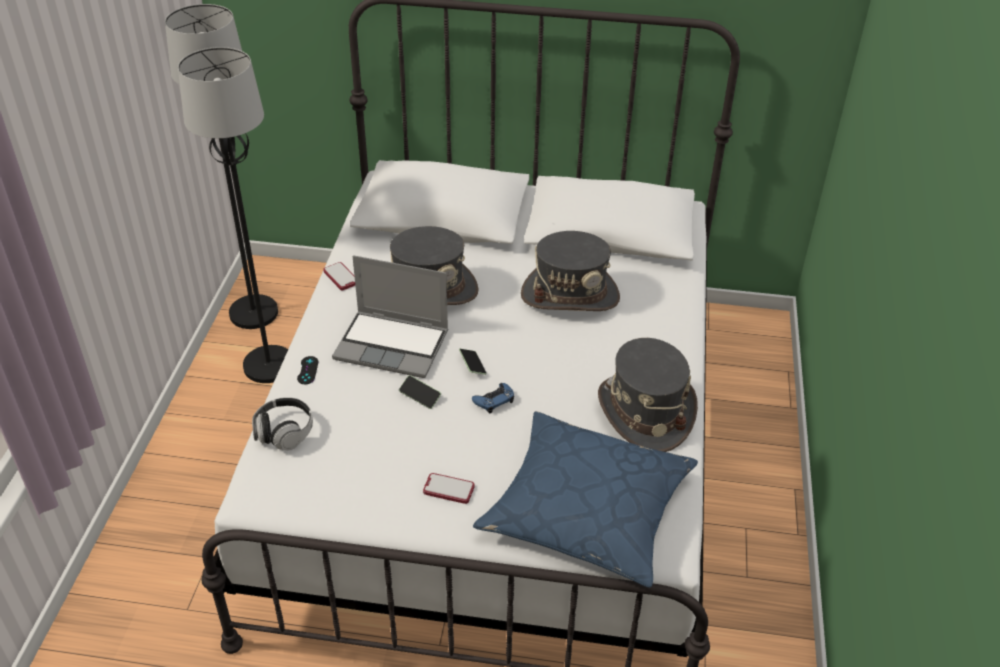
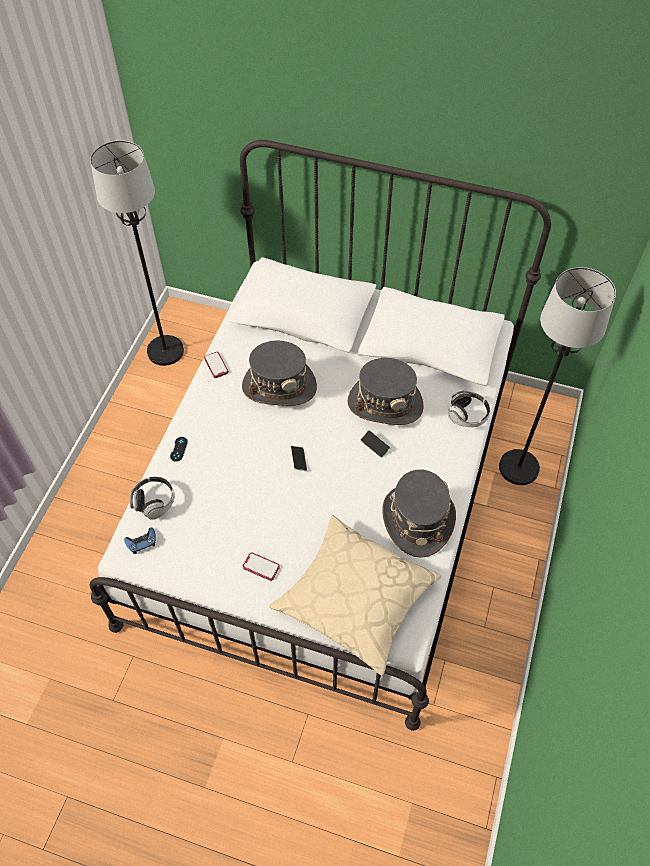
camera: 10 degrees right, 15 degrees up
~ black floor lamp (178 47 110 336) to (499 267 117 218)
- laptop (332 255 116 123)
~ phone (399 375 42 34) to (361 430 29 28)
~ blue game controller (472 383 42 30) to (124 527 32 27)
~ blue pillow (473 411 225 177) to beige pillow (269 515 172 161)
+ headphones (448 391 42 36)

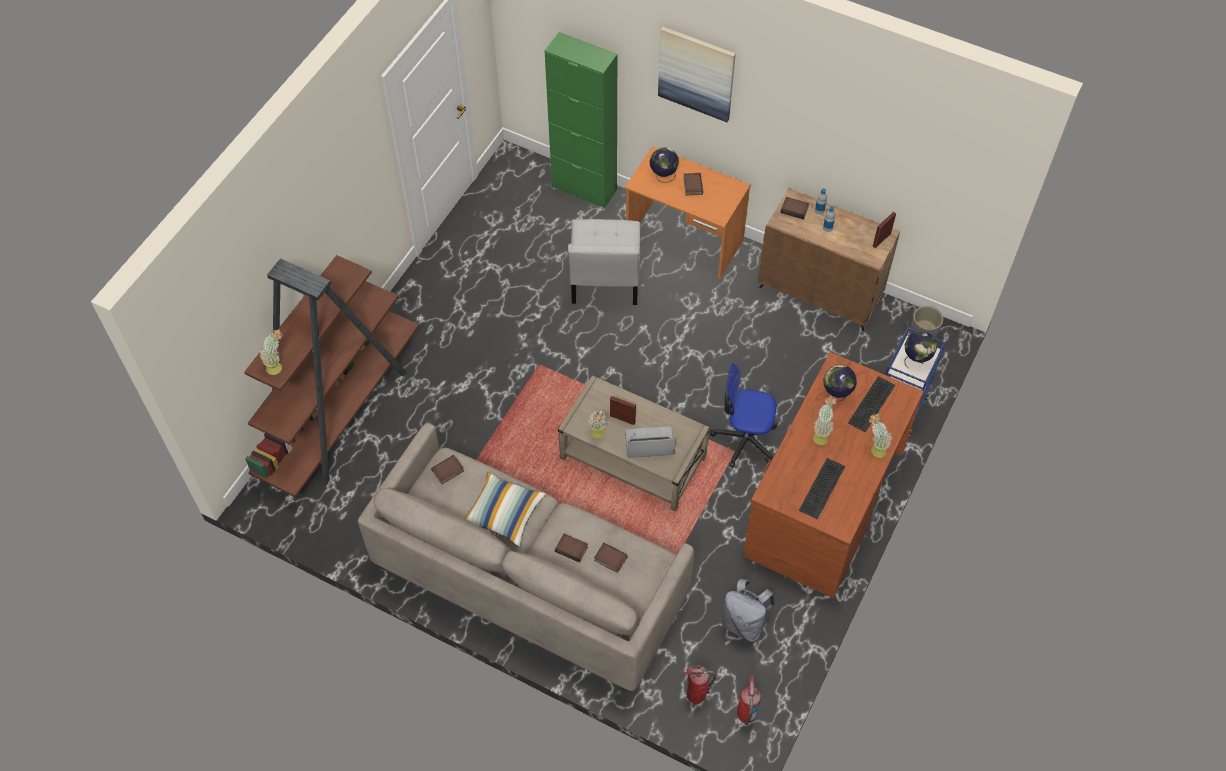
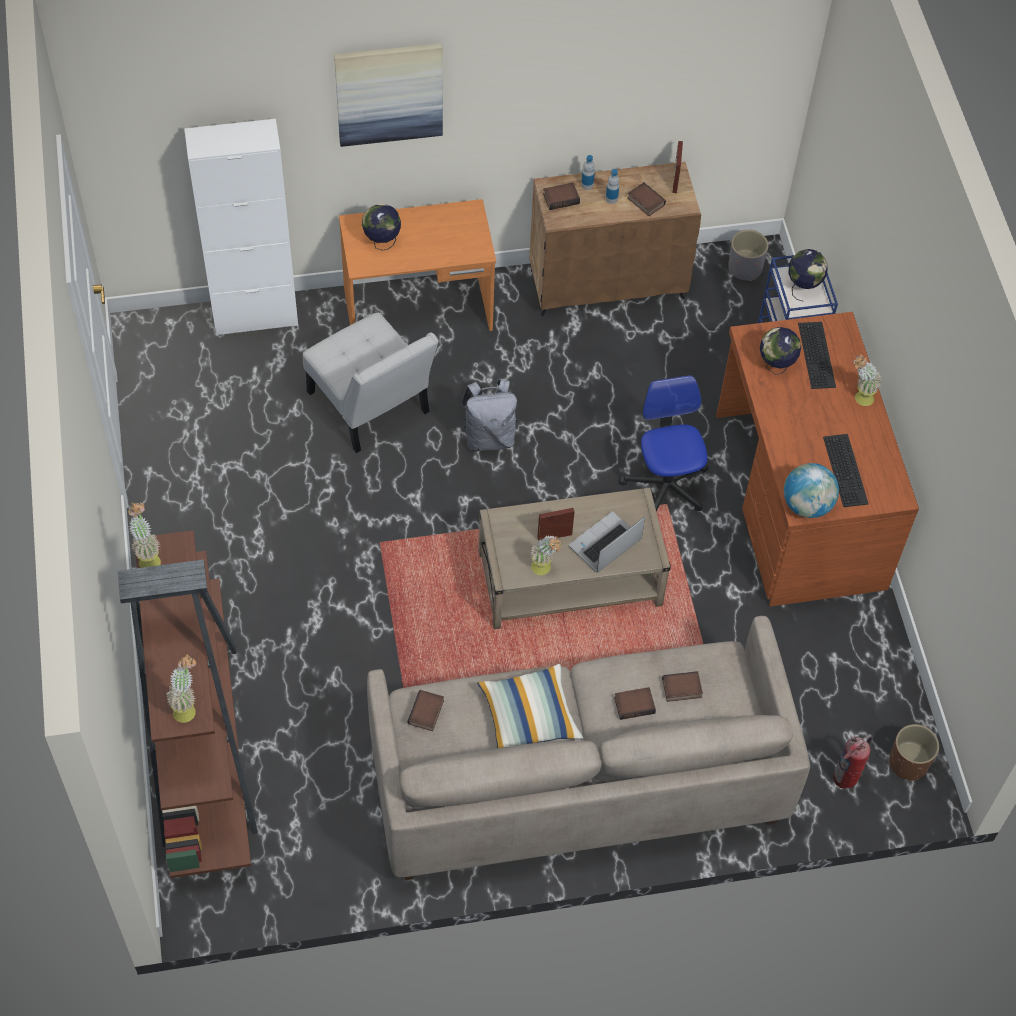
camera: 40 degrees left, 0 degrees up
~ green cabinet (545 32 72 176) to white cabinet (184 119 114 217)
~ book (683 173 20 23) to (627 182 39 34)
~ office chair (710 363 67 105) = (619 375 89 136) 105 degrees clockwise
~ potted plant (813 395 24 50) to (129 503 32 65)
~ grey backpack (722 579 54 63) to (461 379 57 73)
~ fire extinguisher (737 676 24 49) to brown planter (889 724 50 57)
+ globe (784 463 55 55)

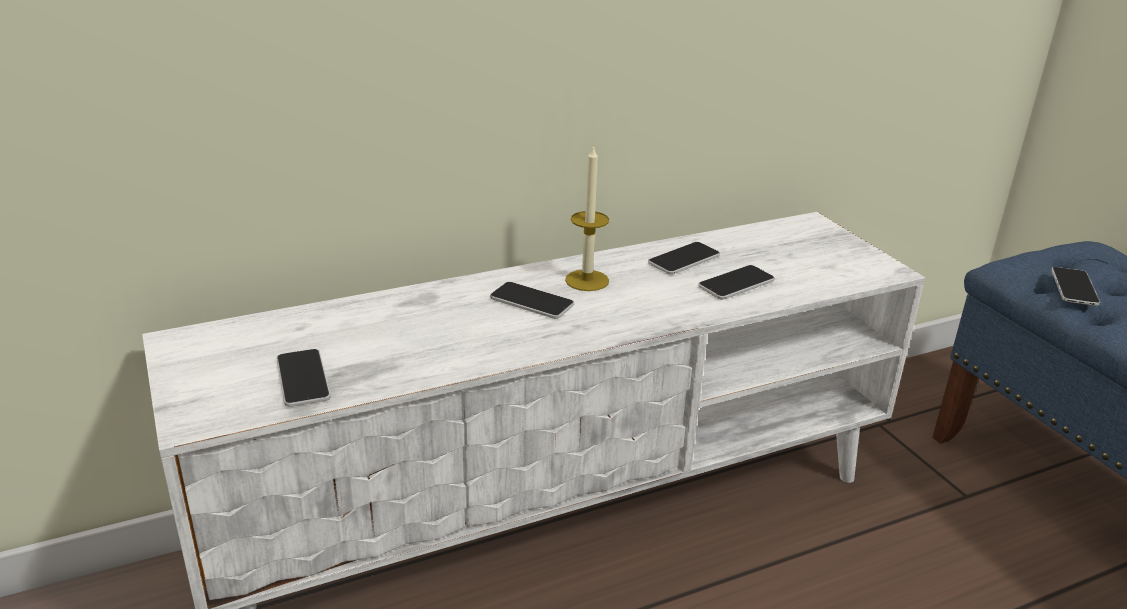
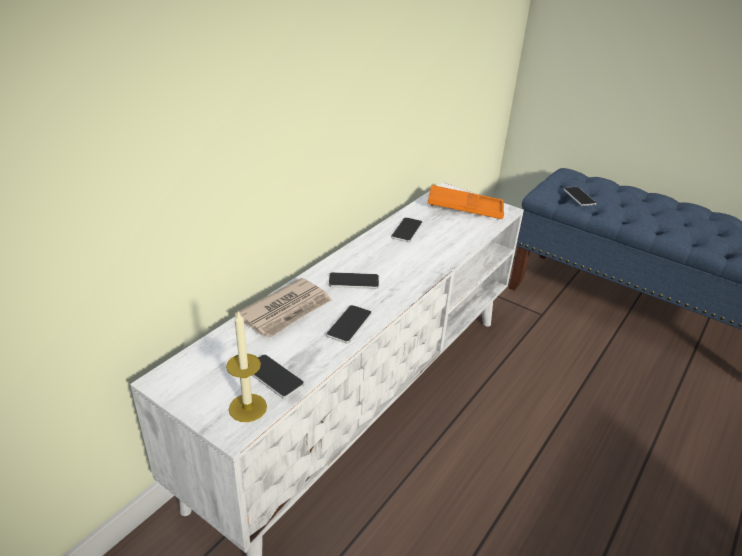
camera: 30 degrees left, 5 degrees up
~ candle (565 144 44 147) to (226 310 41 112)
~ phone (698 265 77 34) to (326 305 46 38)
+ orange tray (428 185 76 34)
+ newspaper (235 278 97 60)

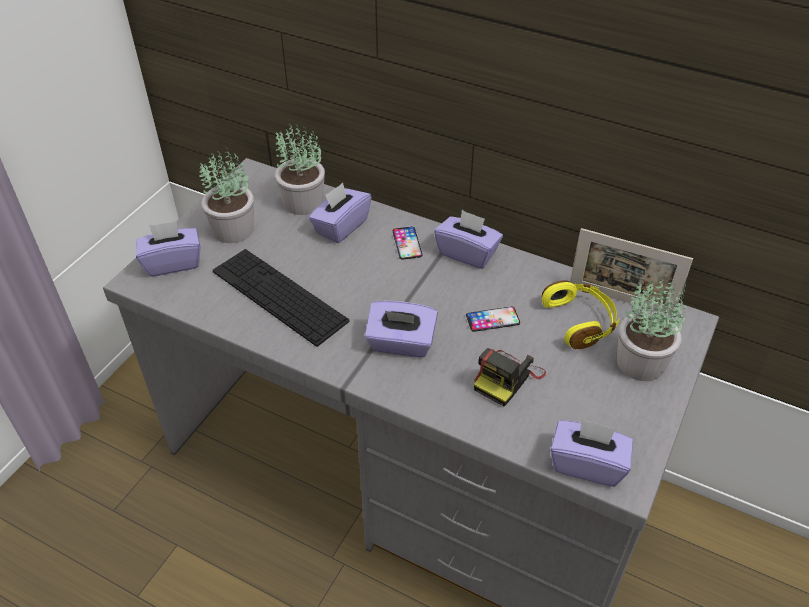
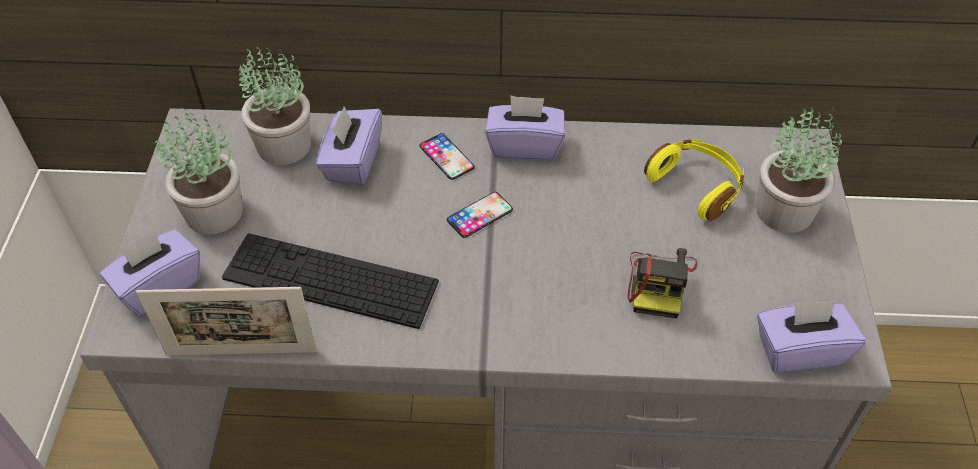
camera: 25 degrees left, 5 degrees up
~ picture frame (570 228 123 87) to (136 287 181 68)
- purple tissue box (365 301 73 56)
~ phone (466 307 54 25) to (447 192 66 46)

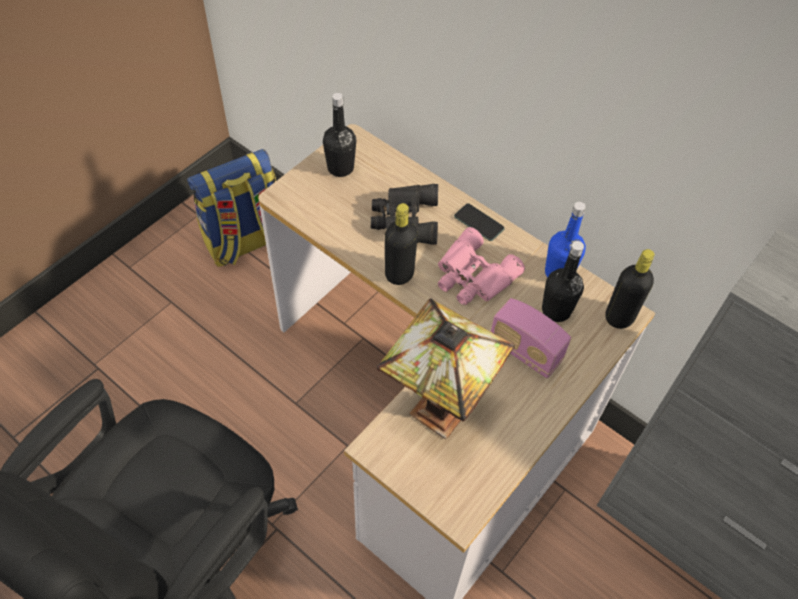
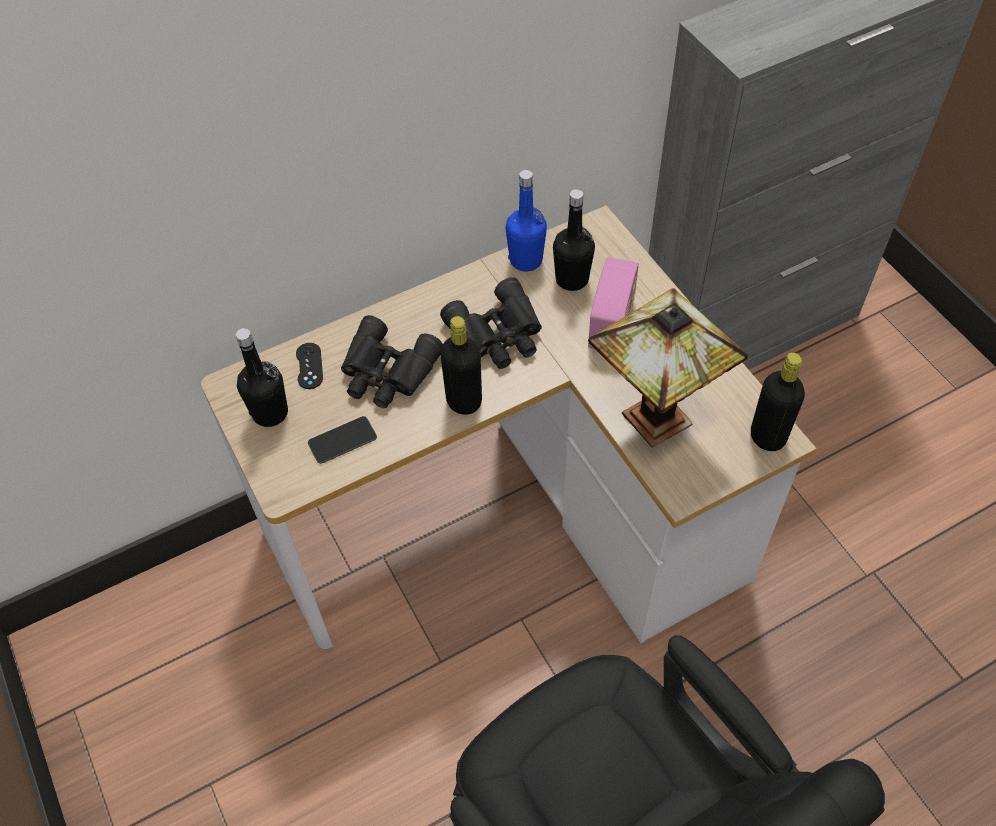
camera: 65 degrees left, 0 degrees up
- backpack (187 149 89 118)
~ phone (454 203 51 38) to (308 416 69 48)
~ pink binoculars (438 227 87 78) to black binoculars (440 277 102 92)
~ black bottle (605 249 49 80) to (751 353 54 98)
~ radio (491 298 80 80) = (588 257 51 92) 45 degrees counterclockwise
+ black game controller (296 343 27 46)

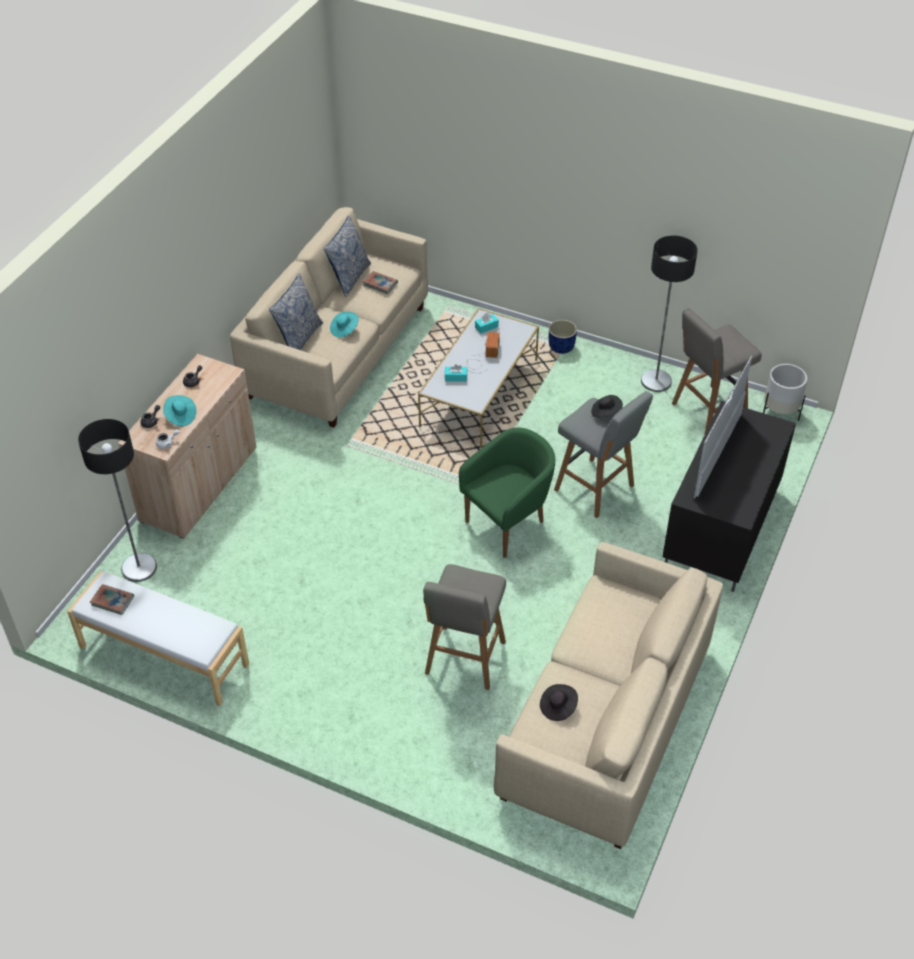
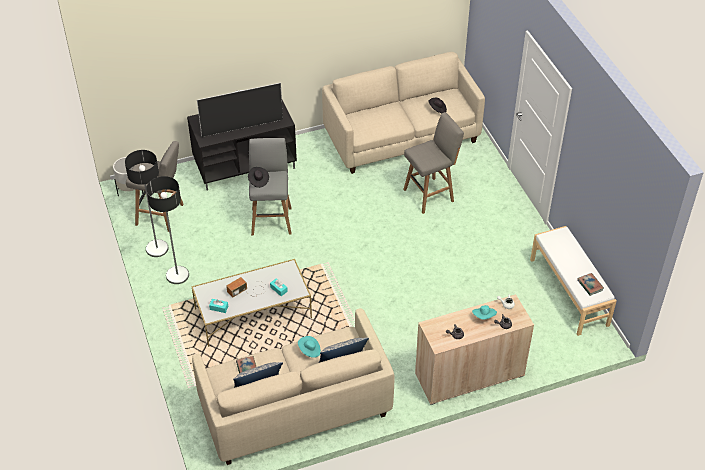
camera: 135 degrees left, 0 degrees up
- blue planter (549 320 28 34)
~ floor lamp (78 419 79 163) to (146 176 43 108)
- green armchair (459 428 96 130)

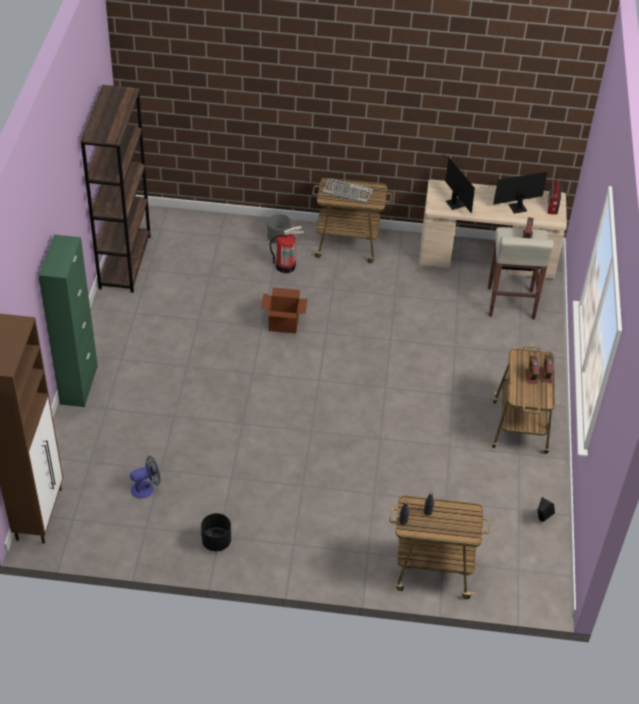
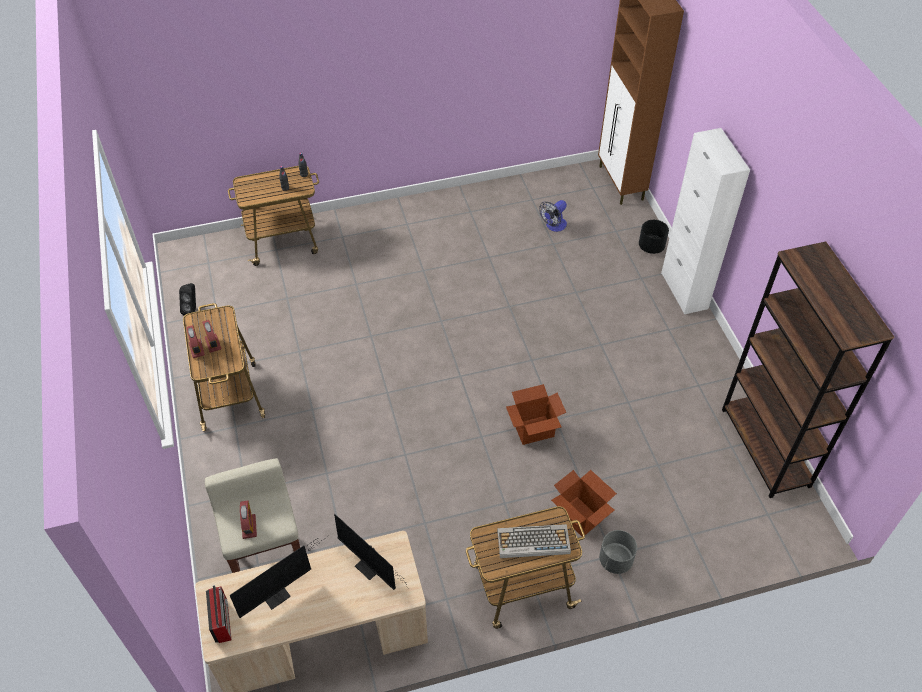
camera: 160 degrees right, 5 degrees up
~ fire extinguisher (270 226 34 47) to cardboard box (551 470 66 67)
~ green cabinet (38 235 60 172) to white cabinet (661 128 89 186)
~ black planter (201 513 30 38) to (639 220 30 34)

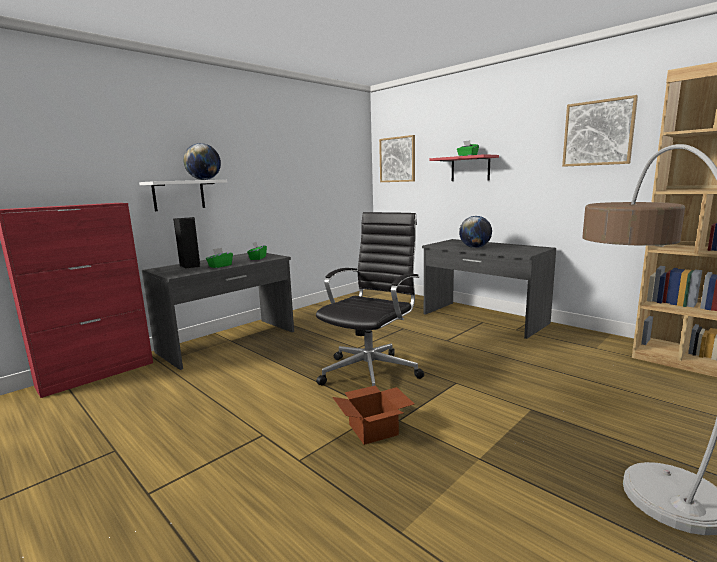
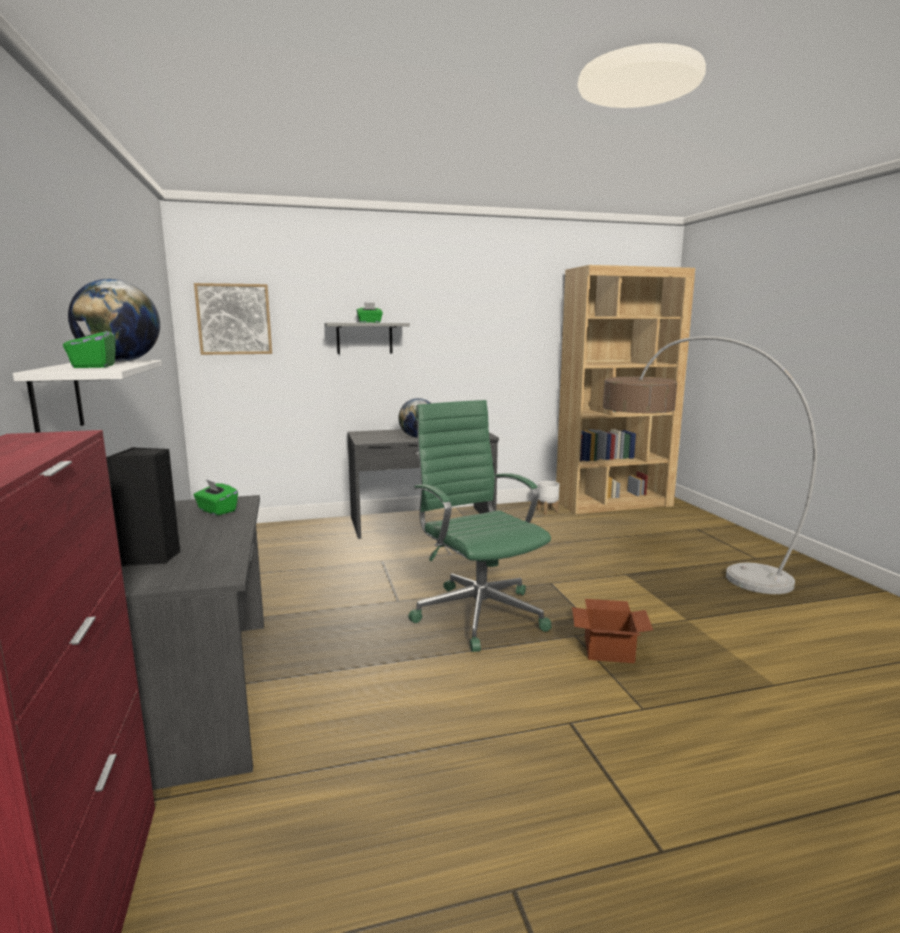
camera: 60 degrees left, 0 degrees up
- picture (562 95 76 72)
~ red shelf (429 154 70 27) to grey shelf (324 323 86 31)
~ black office chair (316 212 108 174) to green office chair (408 400 143 252)
~ green tissue box (206 248 27 20) to (63 321 53 47)
+ white planter (537 481 22 33)

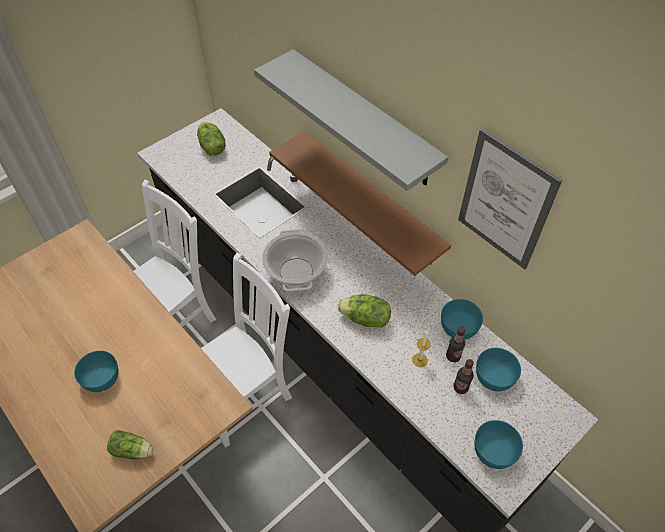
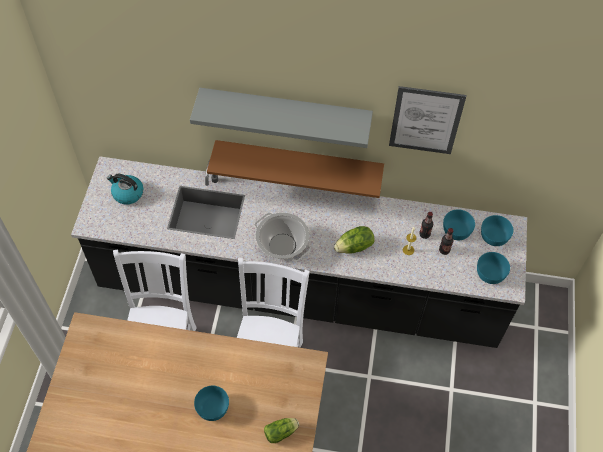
camera: 40 degrees left, 5 degrees up
~ lettuce (197 122 29 34) to kettle (107 174 36 30)
~ turquoise bowl (441 299 42 41) to (481 215 32 31)

